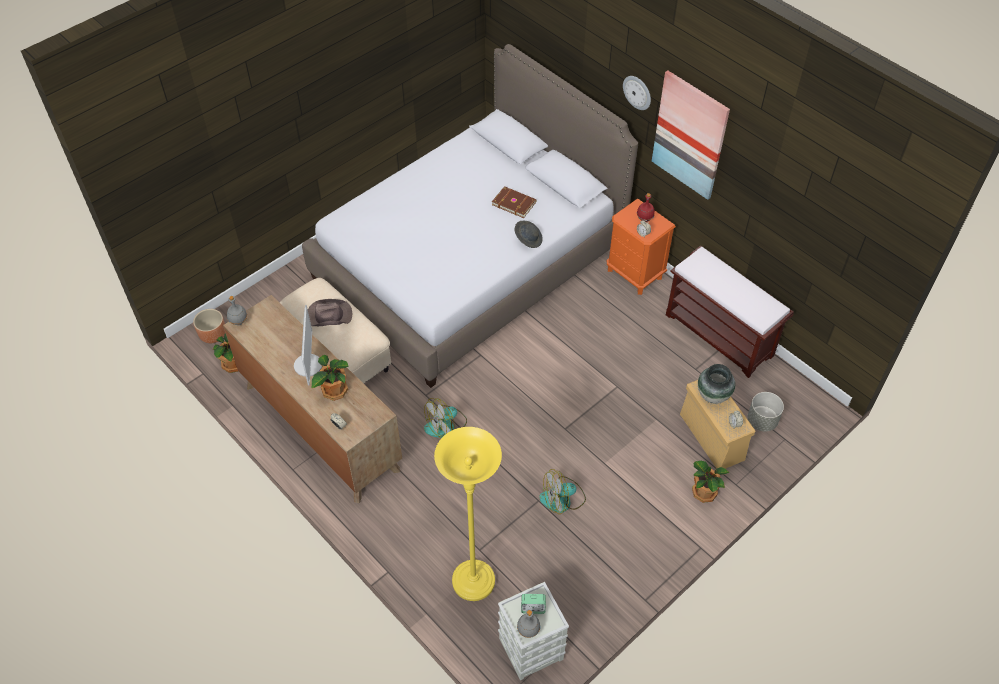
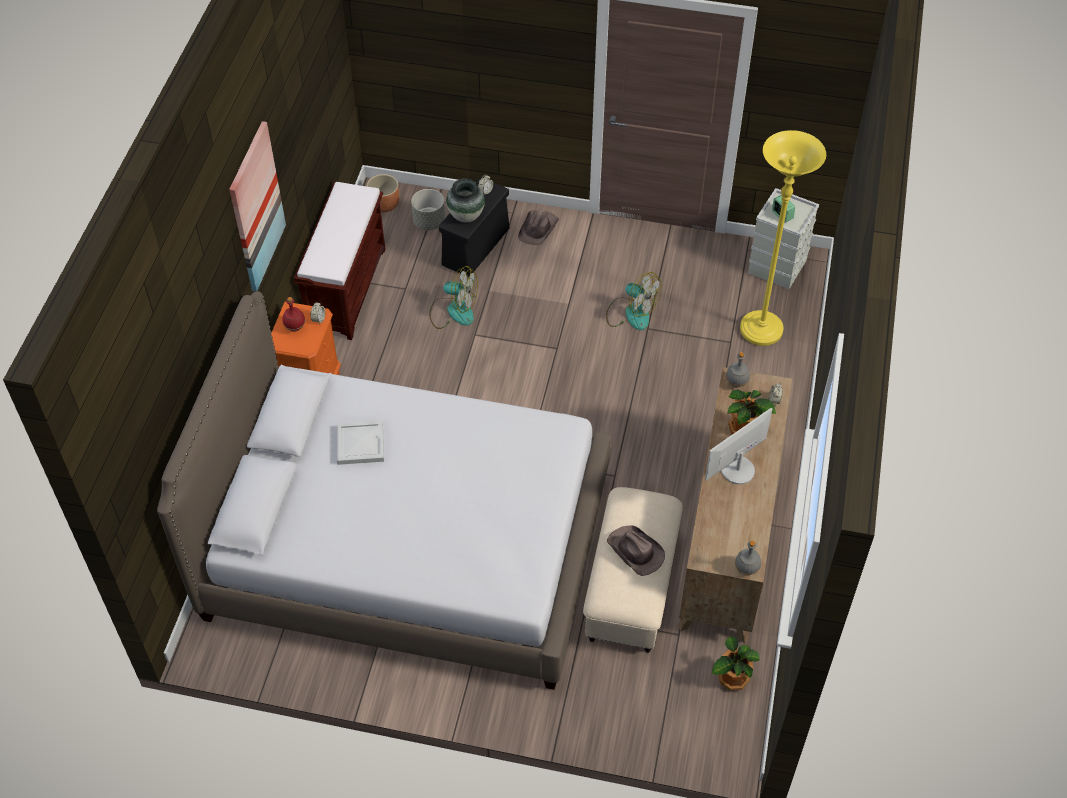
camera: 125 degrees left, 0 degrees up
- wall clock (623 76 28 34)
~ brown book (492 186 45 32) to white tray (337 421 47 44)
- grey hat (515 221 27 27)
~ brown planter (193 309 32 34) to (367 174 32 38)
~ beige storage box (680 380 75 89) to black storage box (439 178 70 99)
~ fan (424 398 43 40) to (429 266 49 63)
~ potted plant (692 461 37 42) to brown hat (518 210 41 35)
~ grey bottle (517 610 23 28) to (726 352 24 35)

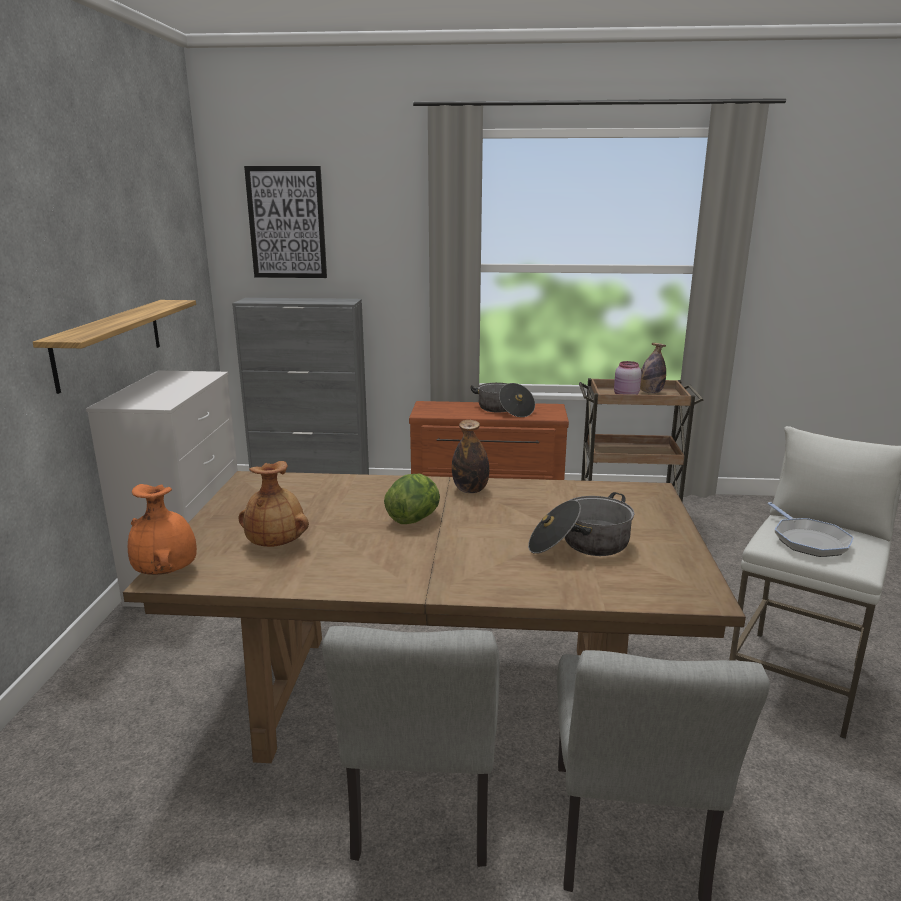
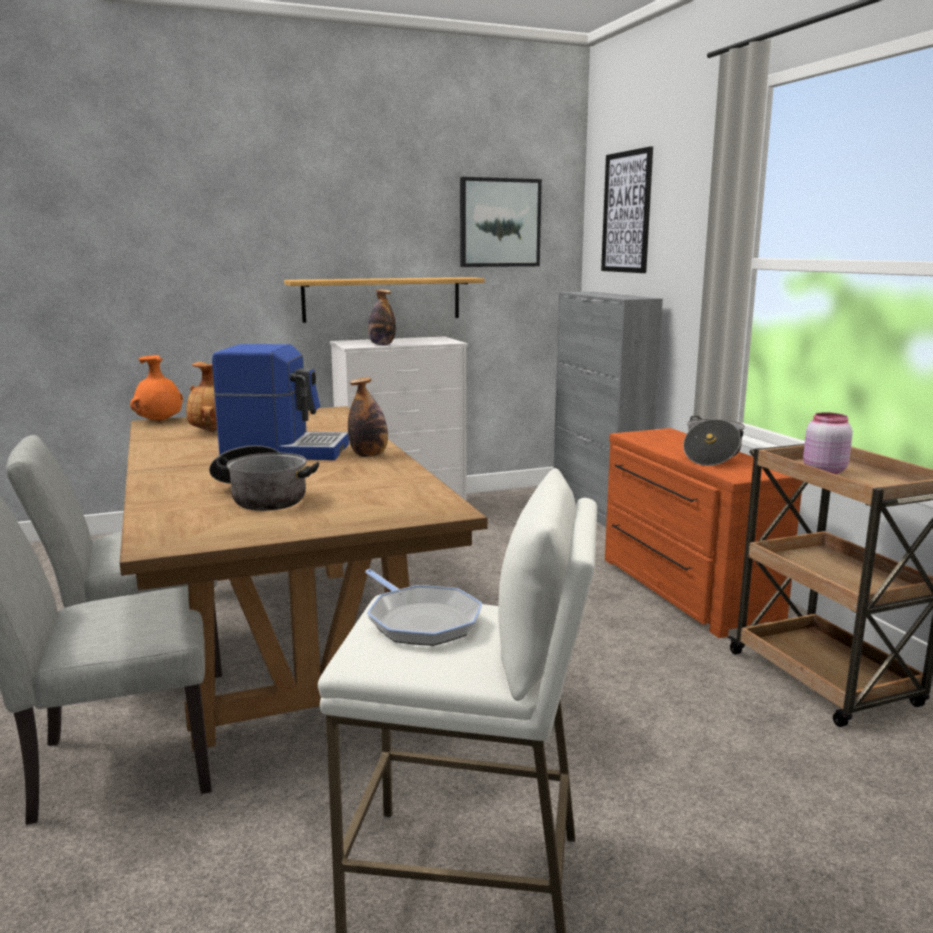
camera: 65 degrees right, 5 degrees down
~ bottle (640 343 26 51) to (368 289 28 56)
~ lettuce (384 473 56 51) to coffee machine (212 344 137 116)
~ frying pan (768 502 86 55) = (365 569 117 77) 90 degrees counterclockwise
+ picture (460 177 82 90)

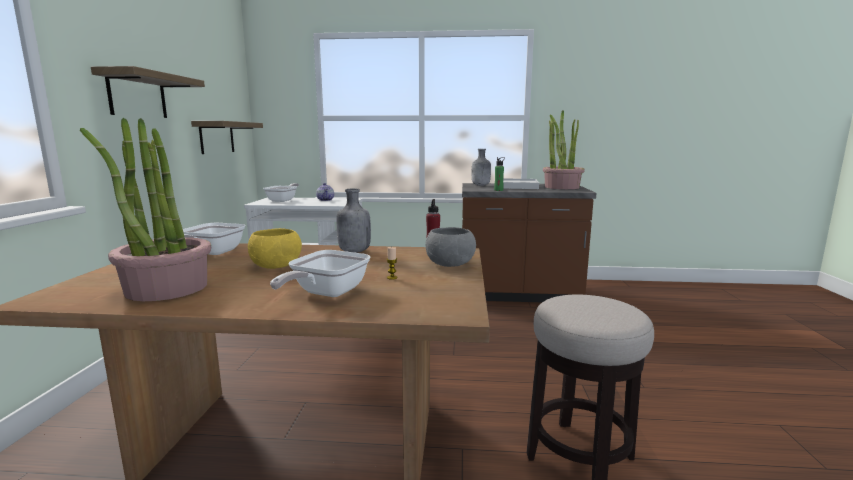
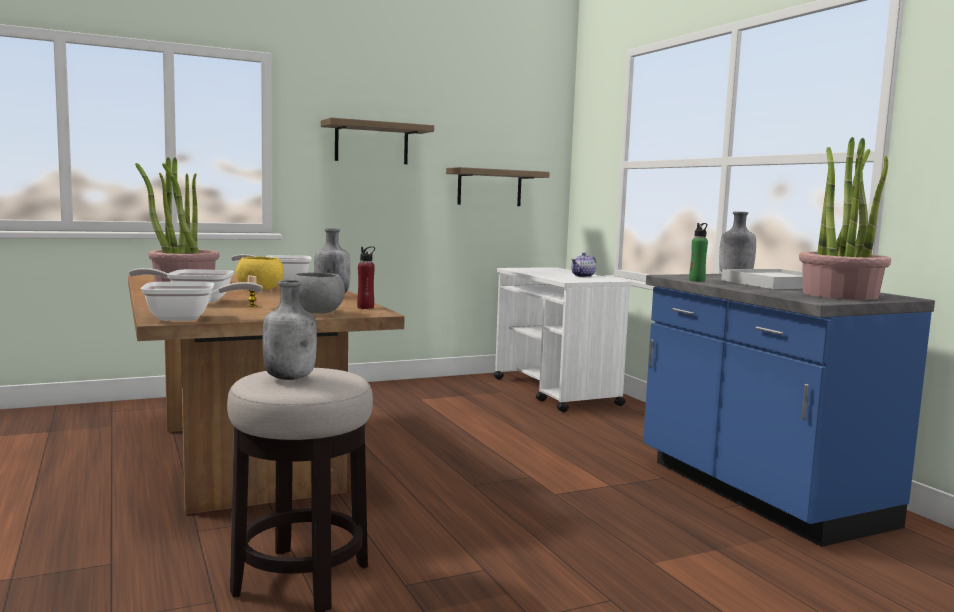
camera: 60 degrees right, 5 degrees down
~ frying pan (263 183 36 19) to (141 282 122 39)
~ brown counter (462 183 134 119) to blue counter (643 274 292 273)
+ grey bottle (263 280 54 100)

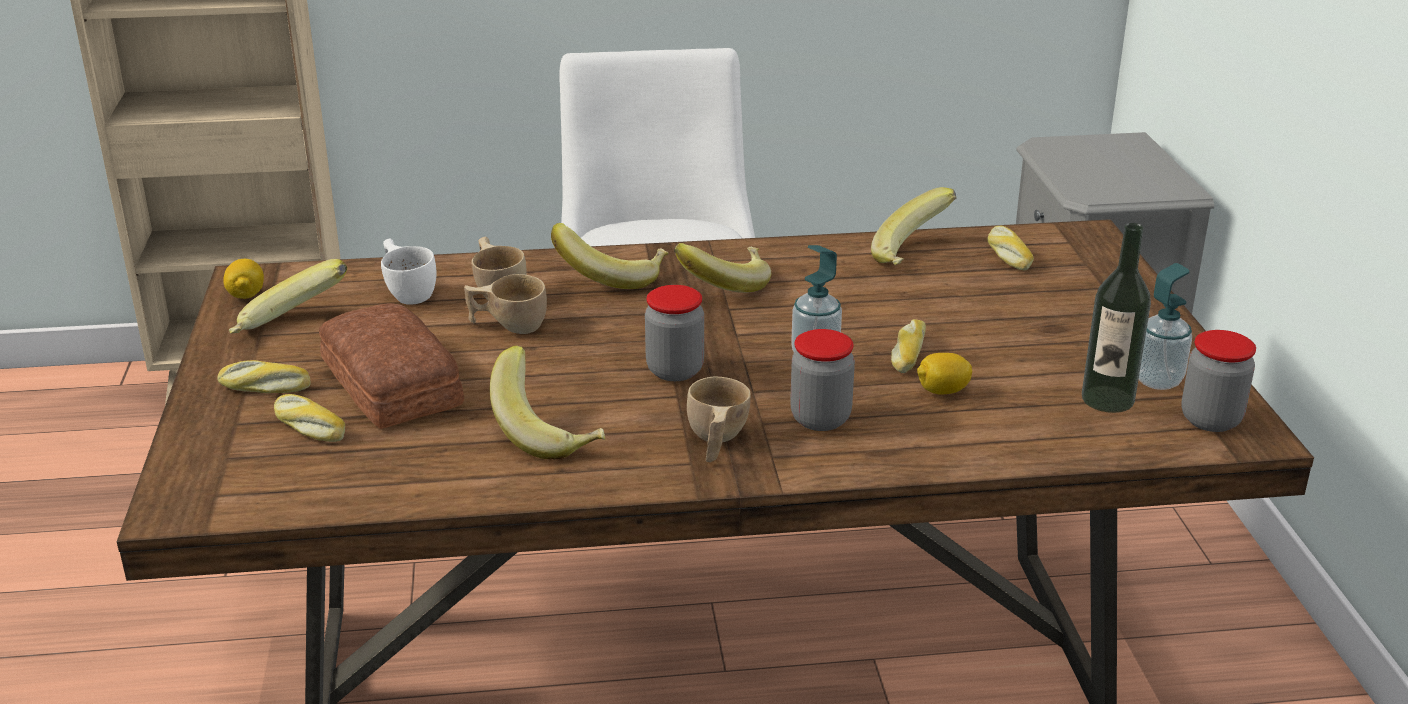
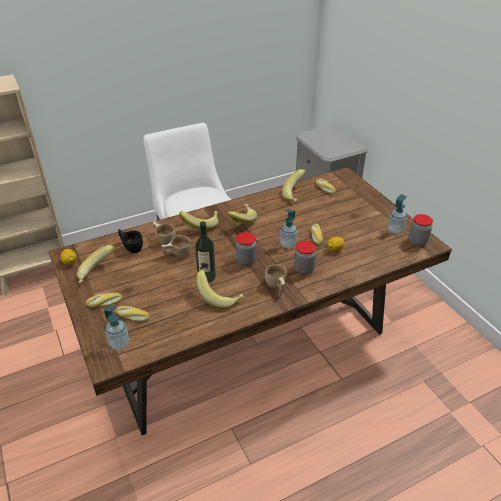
camera: 20 degrees left, 10 degrees up
~ bottle (1082 223 69 190) to (195 221 21 62)
~ white cup (381 238 55 67) to black cup (118 229 25 24)
- bread (319 303 145 126)
+ soap dispenser (104 305 25 45)

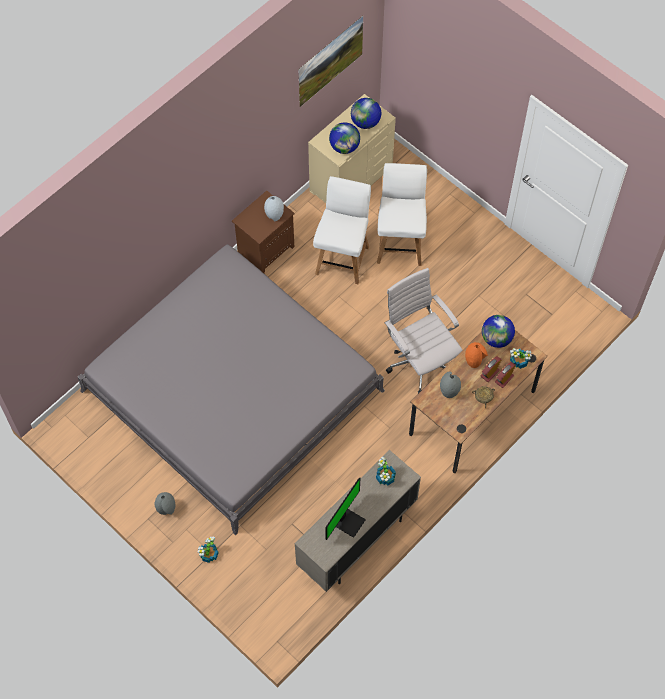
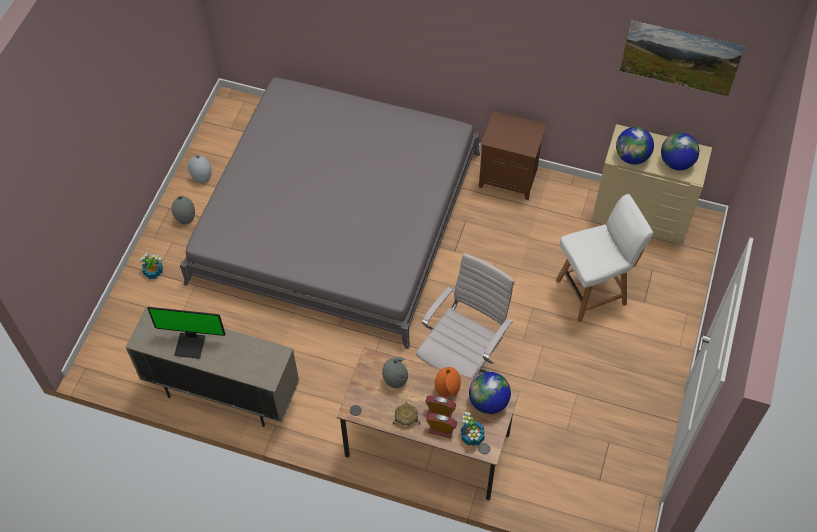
camera: 65 degrees right, 5 degrees down
- white chair (313 176 58 108)
~ grey vase (264 196 20 26) to (188 155 23 28)
- potted plant (376 457 20 28)

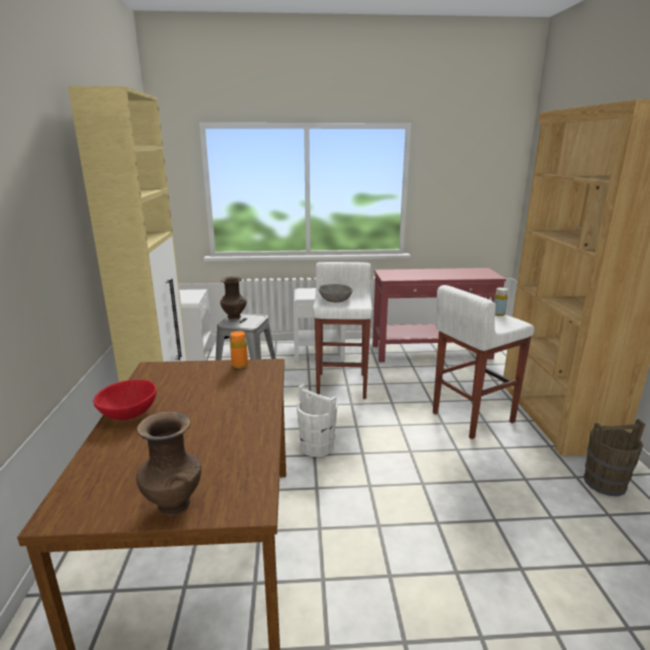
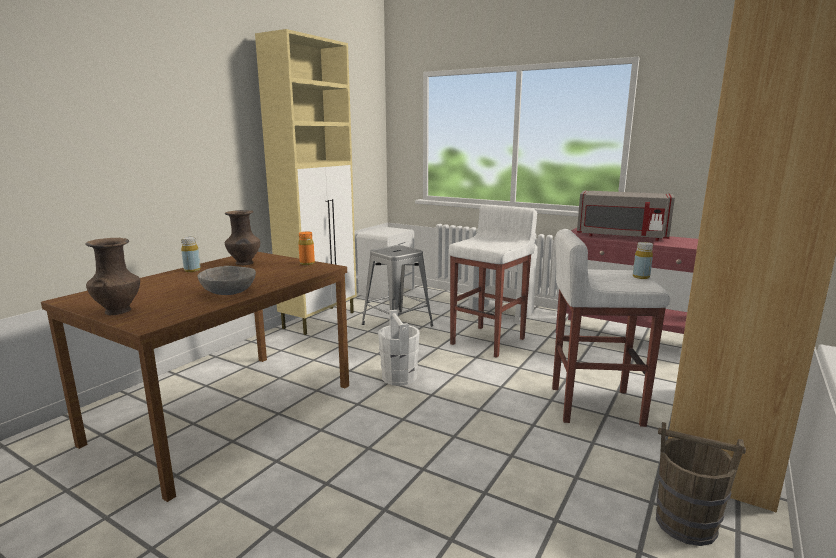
camera: 35 degrees right, 5 degrees down
~ brown vase (220 276 27 43) to (225 210 35 55)
~ grey bowl (319 284 34 18) to (198 266 58 29)
~ red bowl (93 380 64 40) to yellow bottle (181 237 20 35)
+ grey microwave (577 191 98 50)

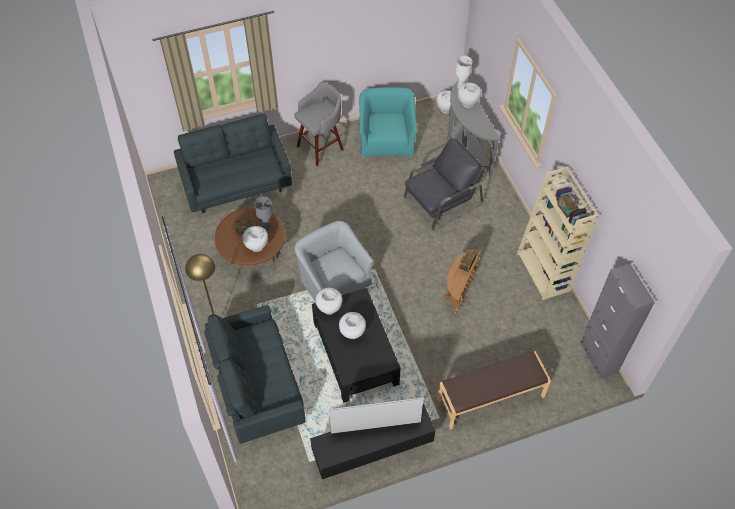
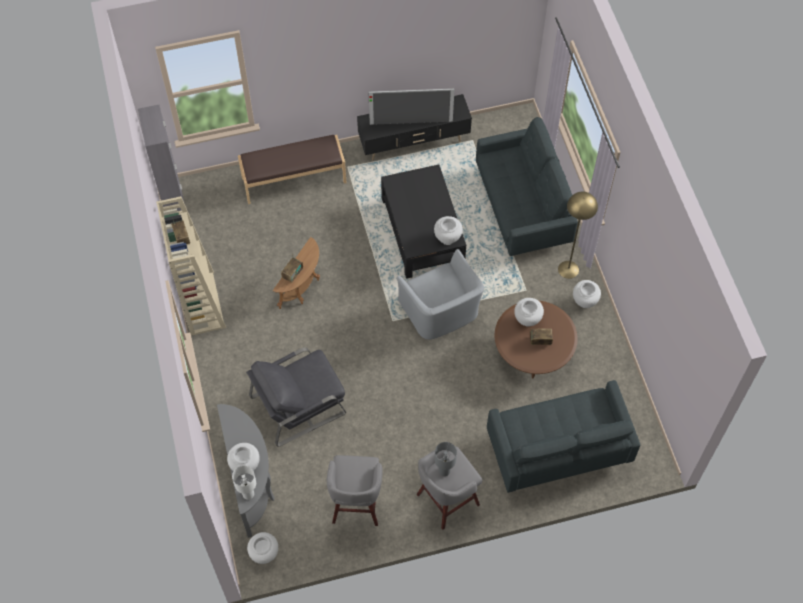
camera: 175 degrees left, 5 degrees up
~ turquoise armchair (359 87 58 70) to grey stool (327 455 56 71)
~ grey table lamp (254 196 19 34) to (435 442 22 34)
~ white vase (339 312 27 27) to (573 280 28 28)

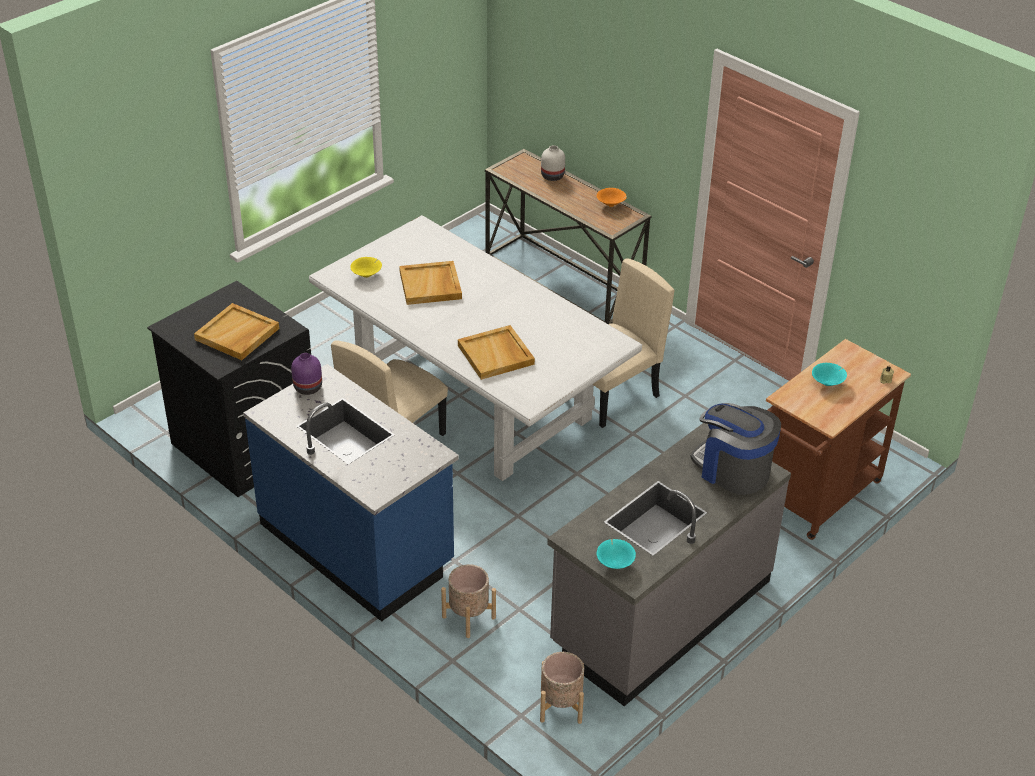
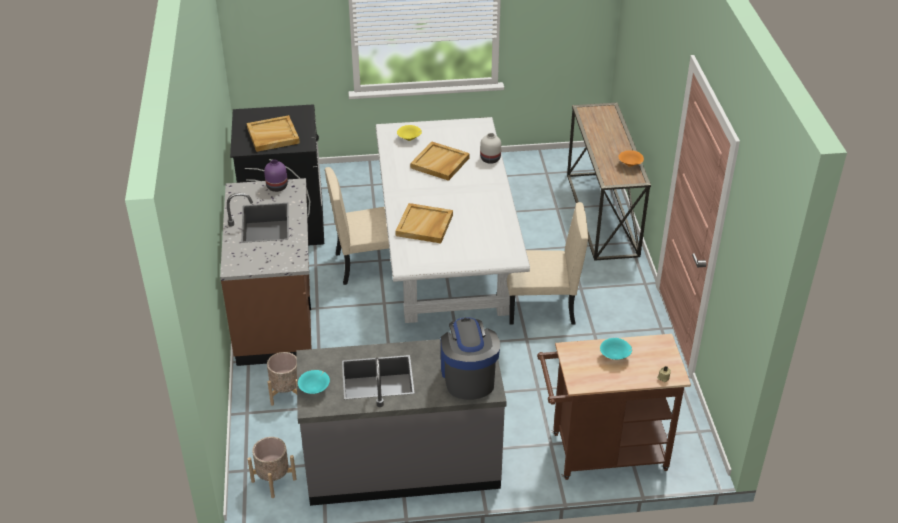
camera: 40 degrees right, 0 degrees up
~ white vase (541 145 24 36) to (480 133 21 31)
~ blue counter (243 364 216 258) to brown counter (220 178 92 188)

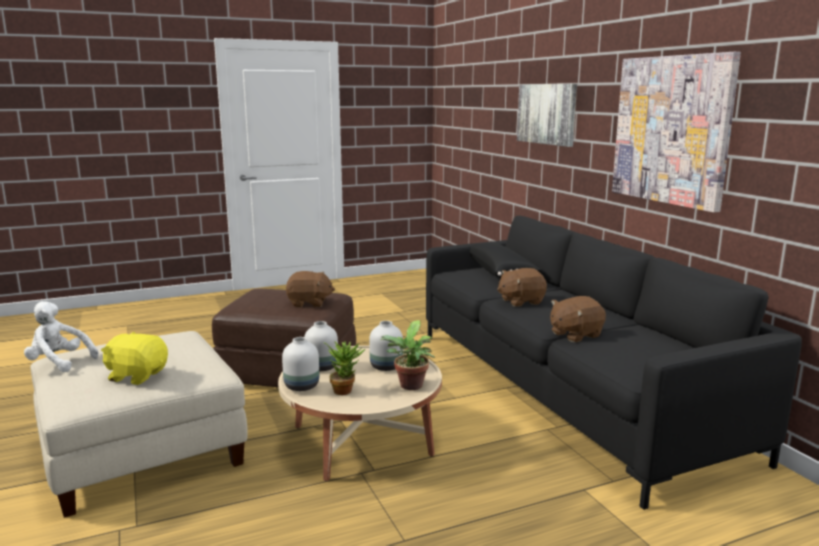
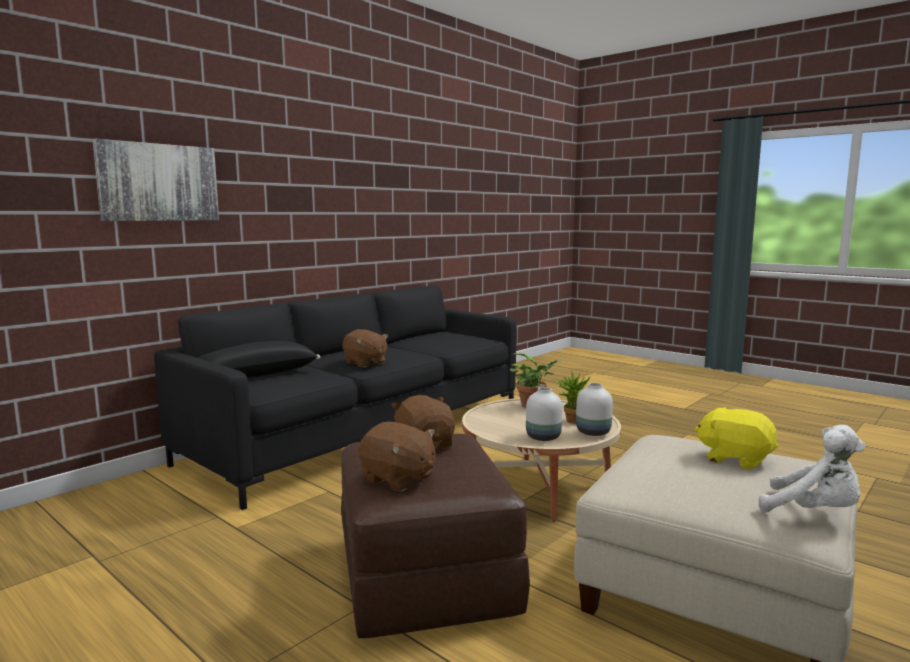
camera: 115 degrees left, 5 degrees down
- picture (612 52 129 161)
~ brown plush toy (550 296 56 46) to (358 422 78 69)
~ white plush toy (24 301 75 71) = (759 425 107 87) 45 degrees counterclockwise
- white vase (369 321 34 50)
~ yellow plush toy (101 332 67 53) = (694 407 84 63) 135 degrees clockwise

